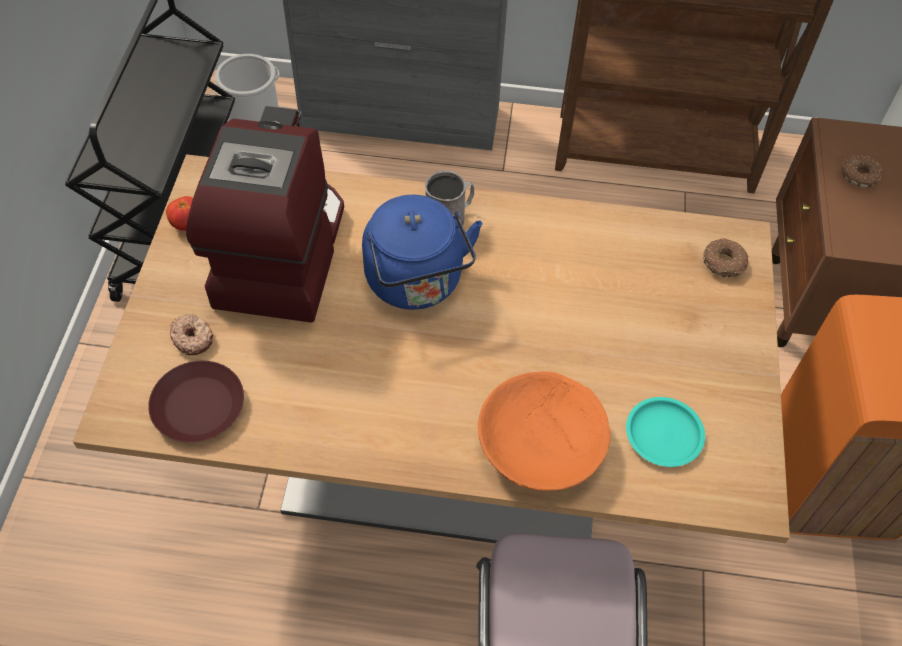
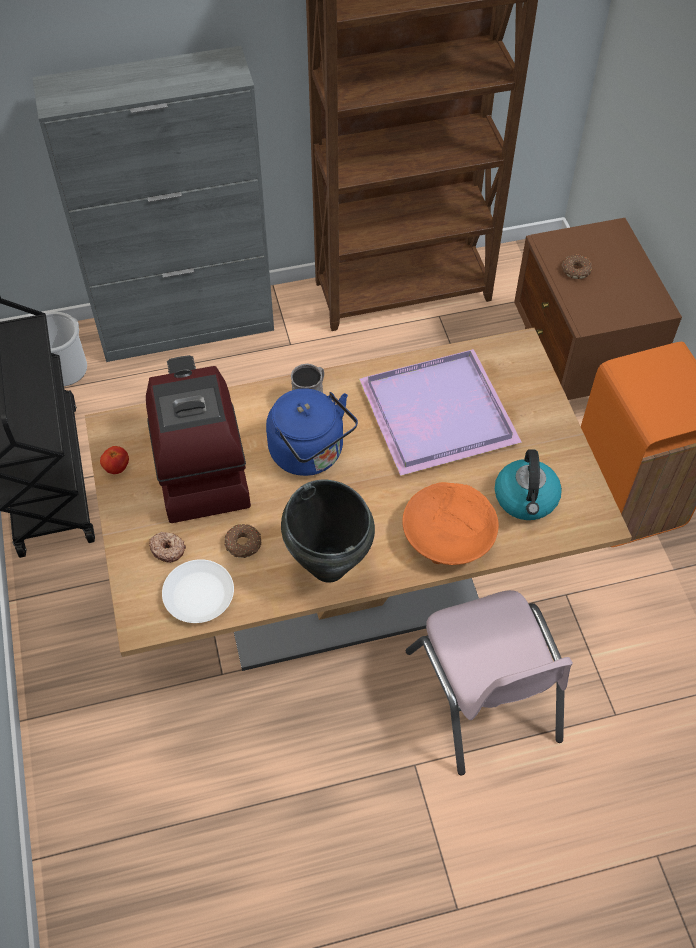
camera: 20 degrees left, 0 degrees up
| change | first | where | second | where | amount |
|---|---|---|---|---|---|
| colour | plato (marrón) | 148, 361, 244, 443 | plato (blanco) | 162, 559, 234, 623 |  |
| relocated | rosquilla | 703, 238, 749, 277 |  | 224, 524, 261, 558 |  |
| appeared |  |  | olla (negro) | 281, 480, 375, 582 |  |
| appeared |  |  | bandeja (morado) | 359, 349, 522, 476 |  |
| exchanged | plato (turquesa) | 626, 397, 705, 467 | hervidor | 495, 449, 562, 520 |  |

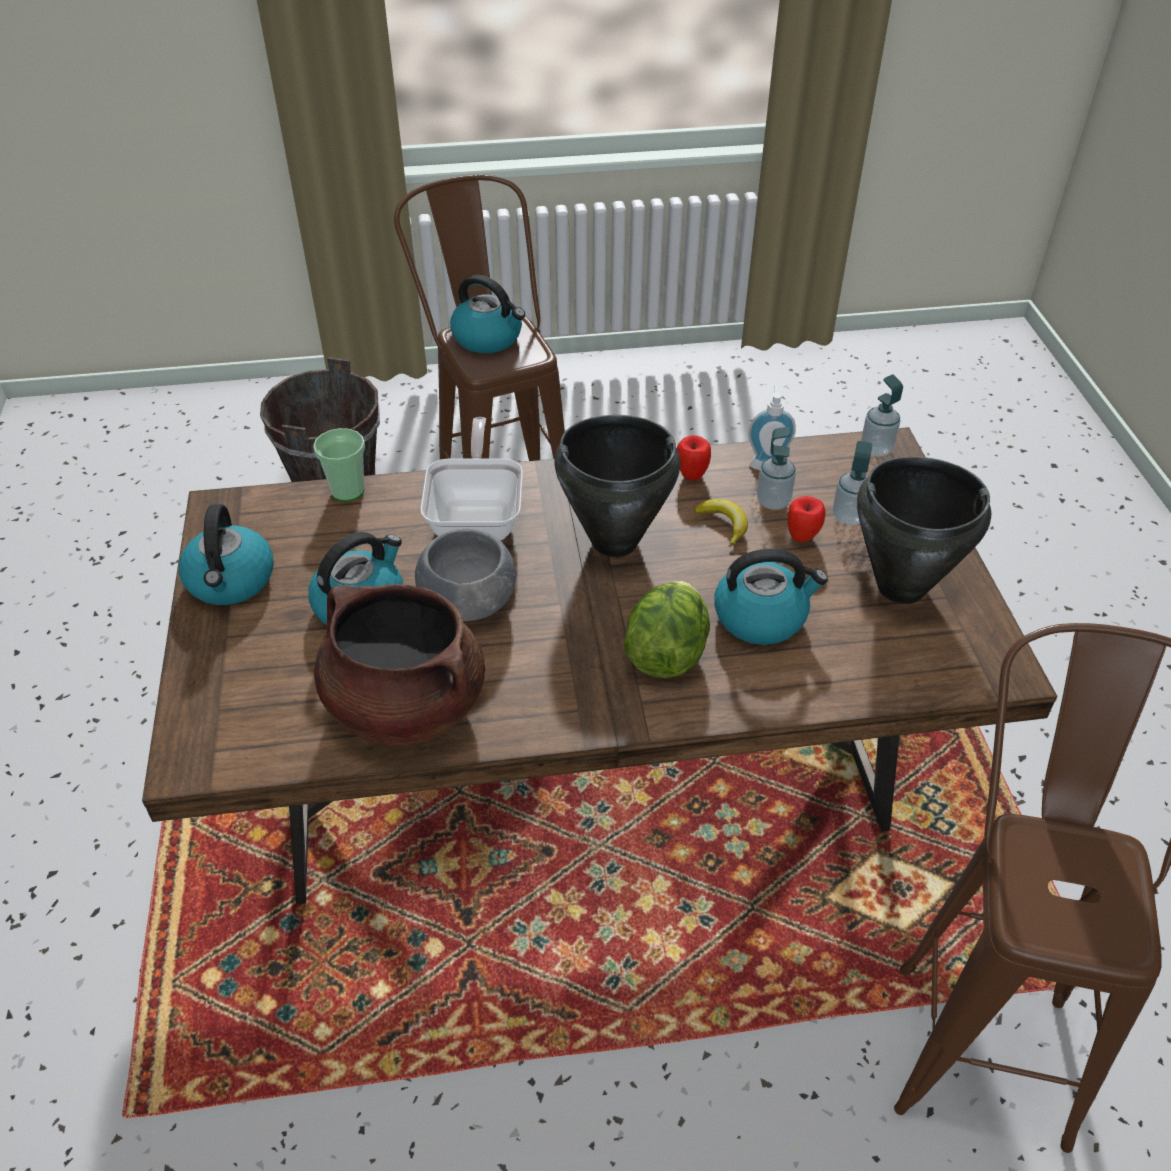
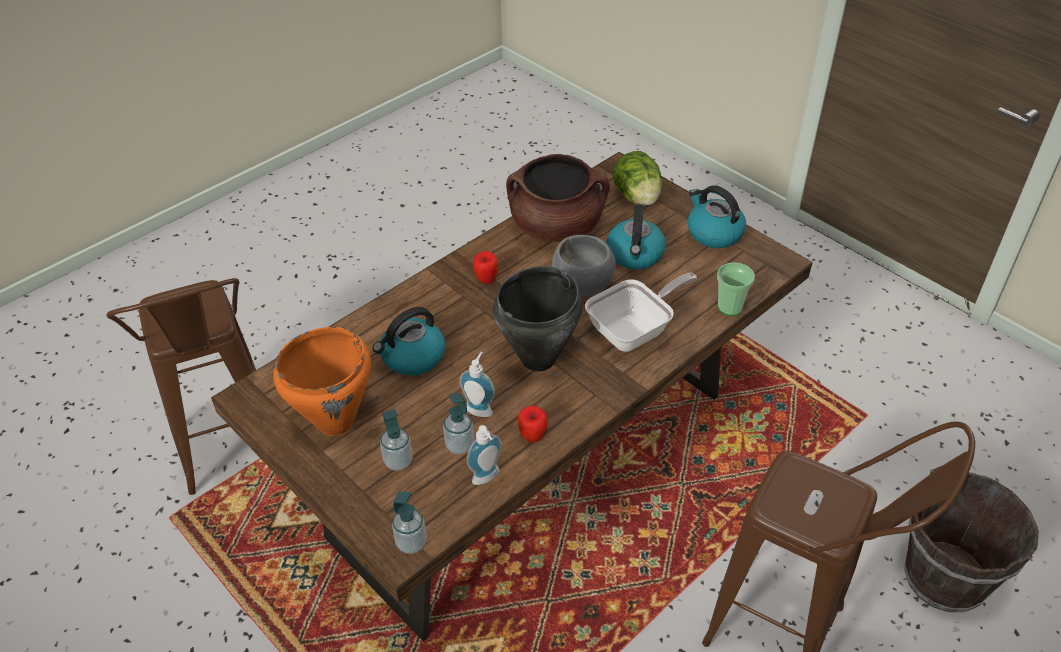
camera: 145 degrees right, 0 degrees up
| change | first | where | second | where | amount |
|---|---|---|---|---|---|
| colour | olla (negro) | 857, 457, 991, 604 | olla (naranja) | 273, 327, 371, 436 |  |
| exchanged | plátano | 694, 499, 748, 547 | dispensador de jabón | 459, 352, 495, 417 |  |
| relocated | manzana | 788, 496, 825, 542 |  | 473, 251, 498, 284 |  |
| spun | sartén | 420, 417, 523, 541 |  | 585, 273, 697, 352 | 90 degrees counterclockwise |
| relocated | lechuga | 623, 581, 710, 678 |  | 613, 151, 662, 205 |  |
| missing | hervidor | 450, 275, 525, 353 |  |  |  |

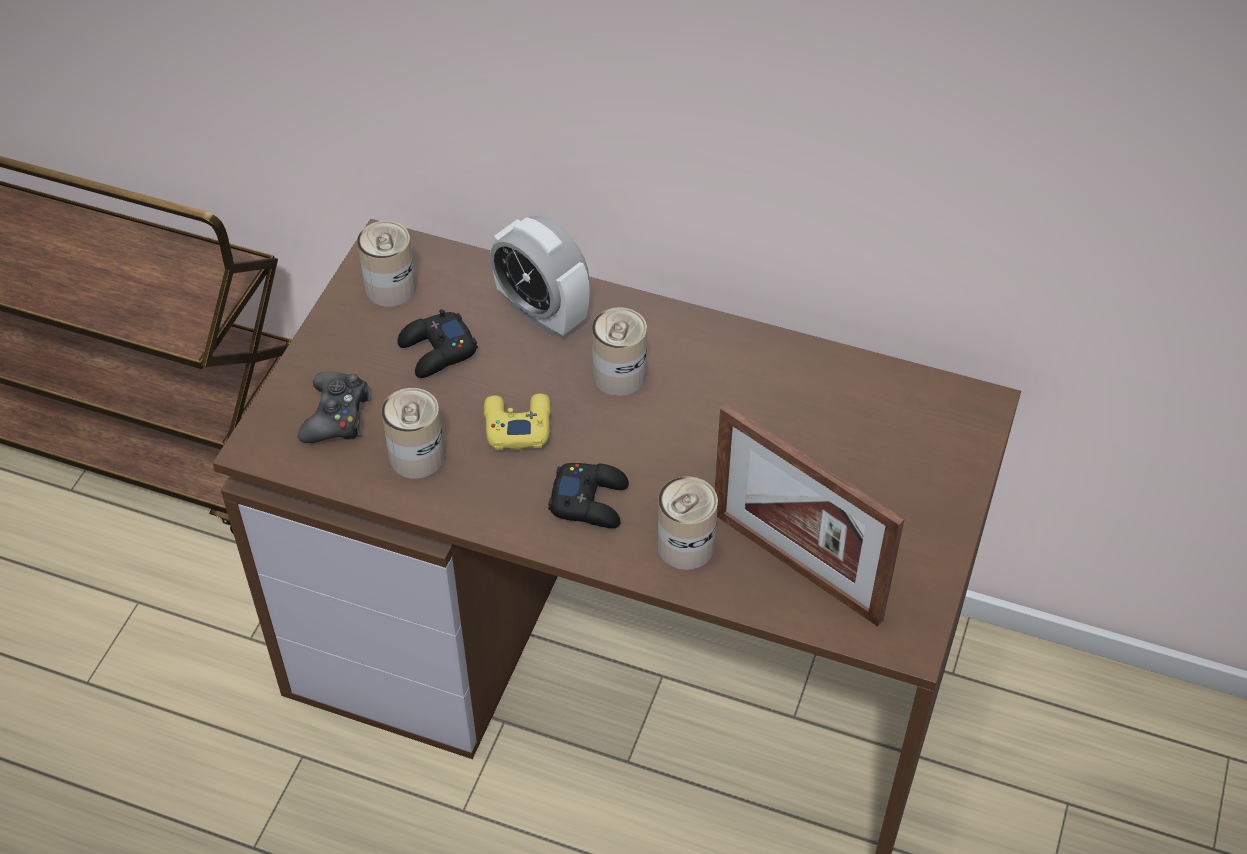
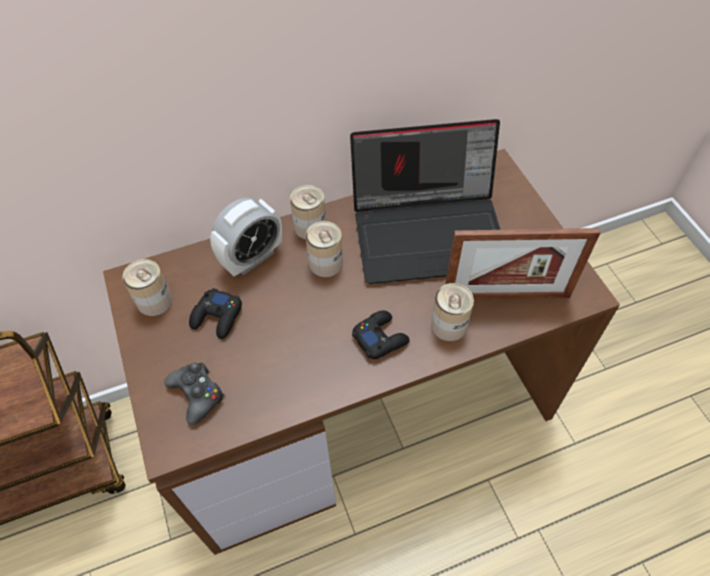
camera: 40 degrees left, 5 degrees up
| change | first | where | second | where | amount |
|---|---|---|---|---|---|
| spun | despertador | 490, 216, 590, 336 |  | 210, 198, 282, 277 | 45 degrees counterclockwise |
| relocated | lata | 381, 388, 445, 479 |  | 290, 185, 326, 239 |  |
| appeared |  |  | portátil | 350, 119, 501, 284 |  |
| missing | mando de consola (amarillo) | 484, 393, 551, 450 |  |  |  |

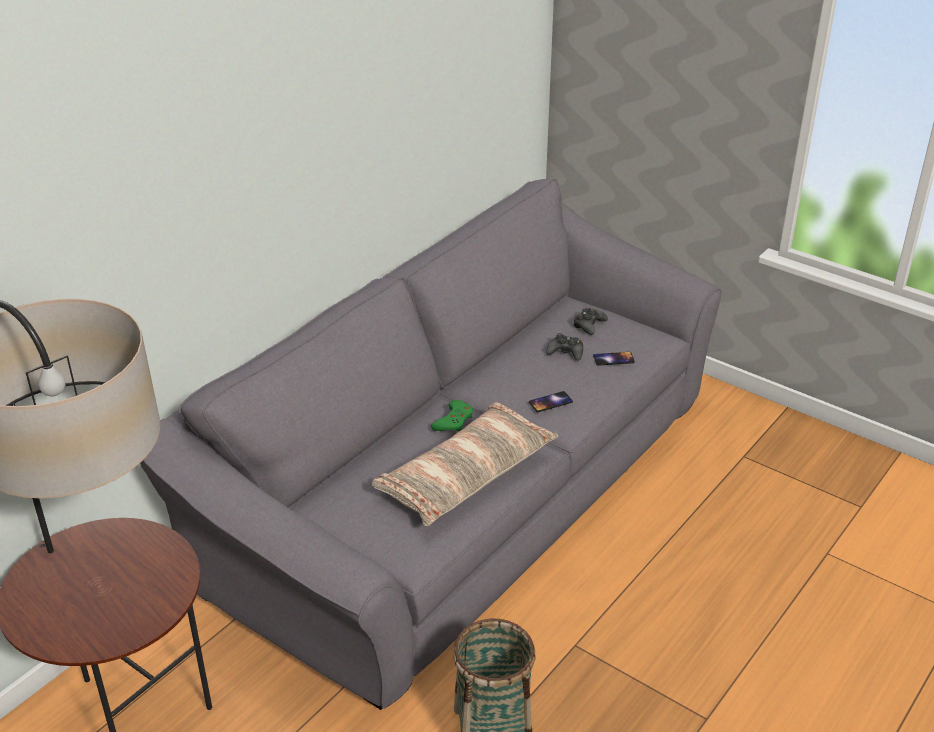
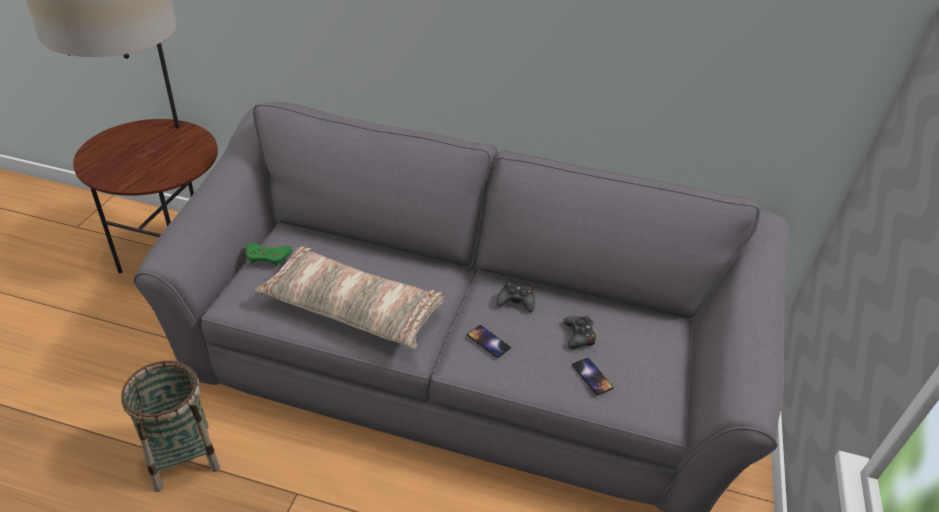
camera: 65 degrees right, 5 degrees up
| change | first | where | second | where | amount |
|---|---|---|---|---|---|
| relocated | mando de consola (verde) | 431, 400, 473, 431 |  | 246, 243, 292, 267 |  |
| relocated | mando de consola (negro) | 574, 308, 608, 335 |  | 496, 282, 535, 312 |  |

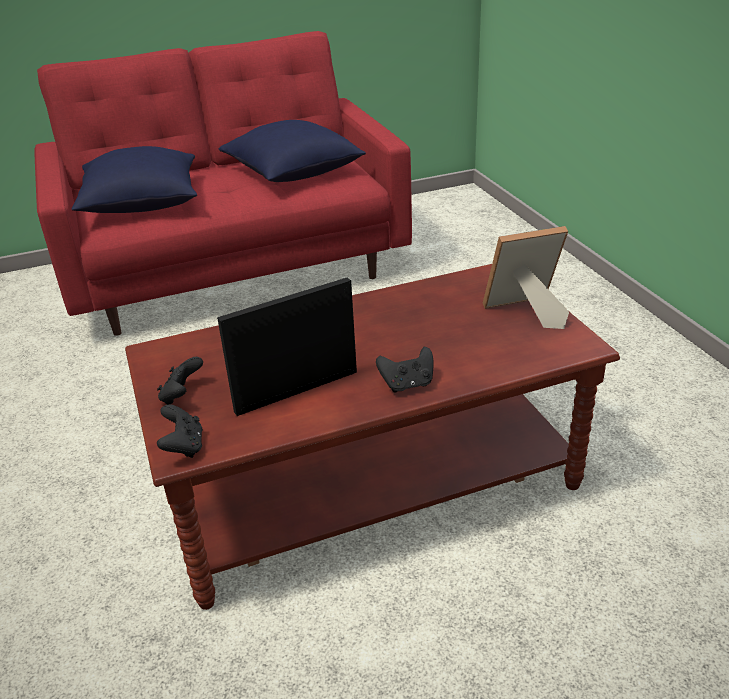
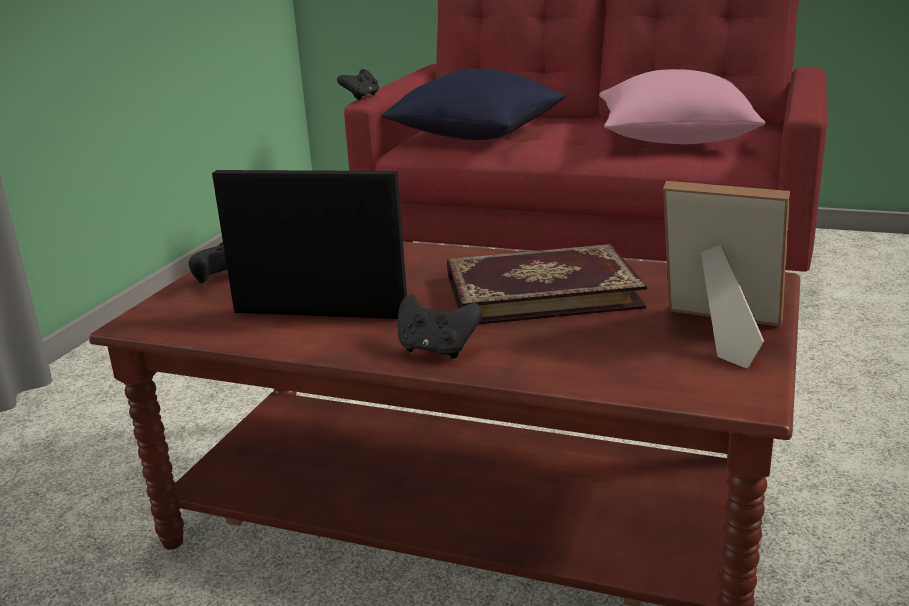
camera: 40 degrees right, 10 degrees down
| change | first | where | second | where | amount |
|---|---|---|---|---|---|
| relocated | mando de consola (negro) | 157, 405, 203, 458 |  | 337, 69, 379, 100 |  |
| appeared |  |  | libro | 447, 244, 647, 325 |  |
| colour | cojín (azul) | 219, 120, 366, 182 | cojín (rosa) | 599, 69, 766, 144 |  |

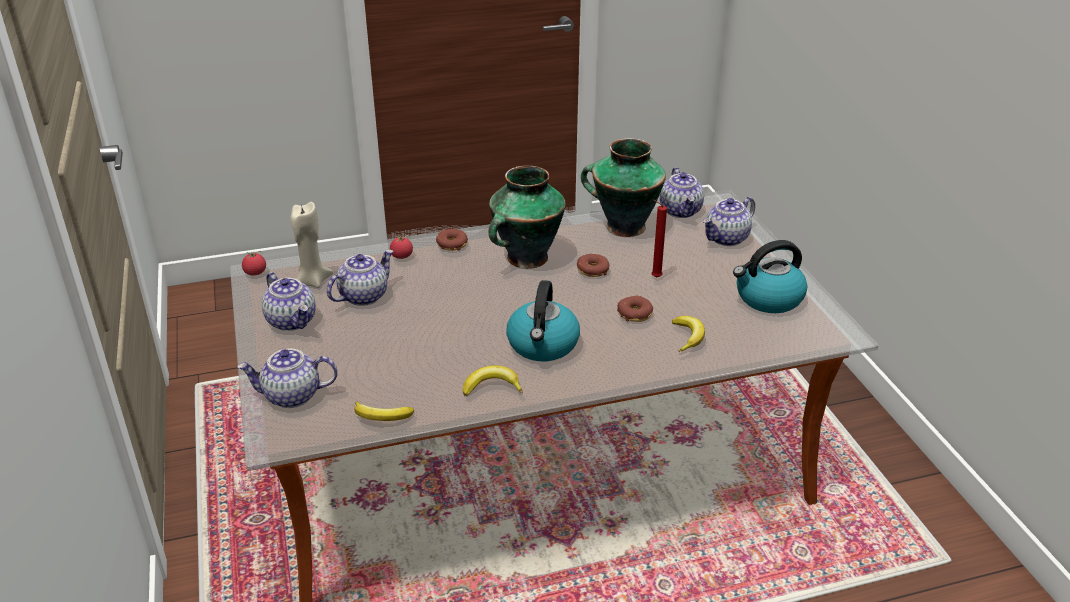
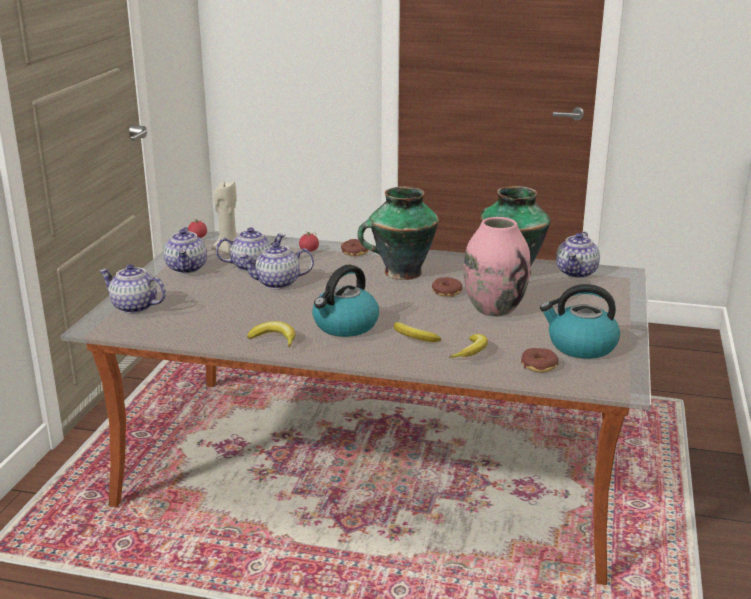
camera: 30 degrees right, 10 degrees down
| change | first | where | second | where | amount |
|---|---|---|---|---|---|
| relocated | tetera | 703, 197, 755, 246 |  | 239, 242, 314, 289 |  |
| relocated | plátano | 354, 401, 414, 421 |  | 394, 322, 441, 342 |  |
| exchanged | vela (rojo) | 651, 200, 667, 278 | florero (rosa) | 464, 217, 530, 316 |  |
| relocated | rosquilla | 617, 296, 653, 322 |  | 521, 348, 559, 372 |  |

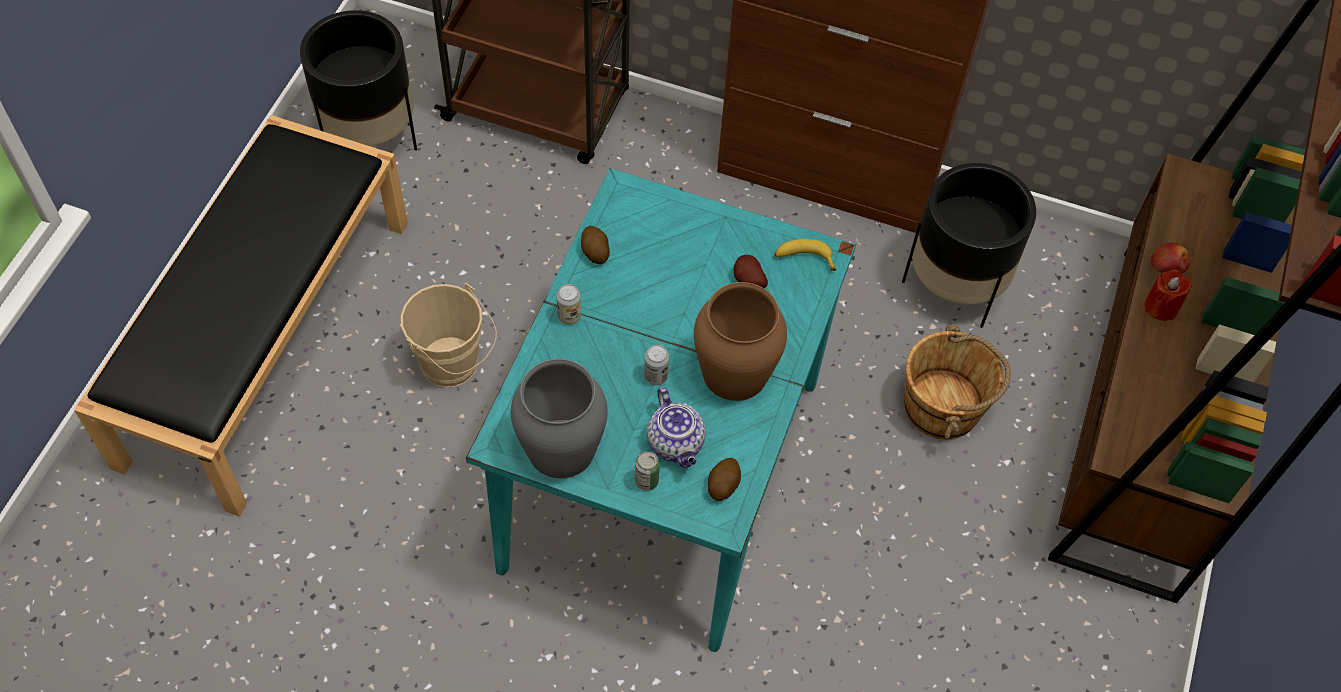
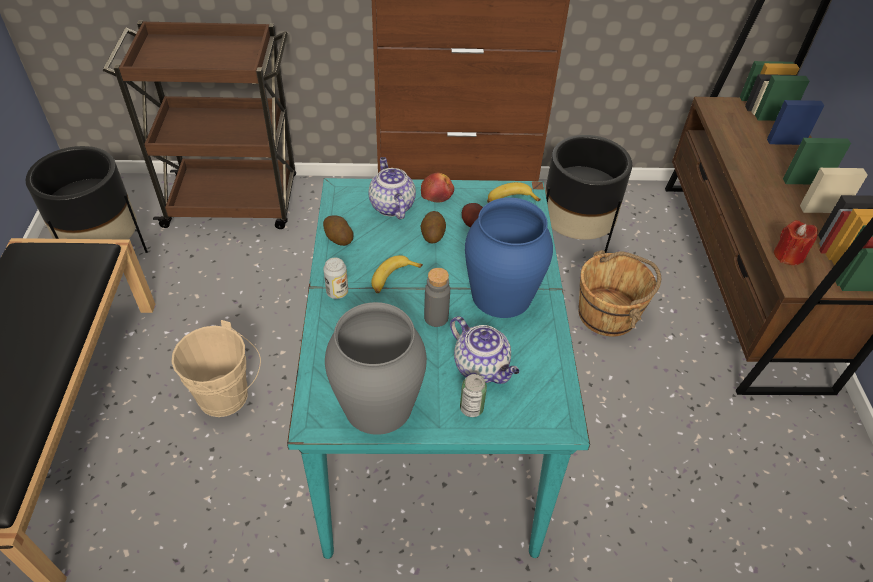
camera: 20 degrees left, 10 degrees down
| change | first | where | second | where | amount |
|---|---|---|---|---|---|
| appeared |  |  | tetera | 368, 157, 416, 220 |  |
| appeared |  |  | plátano | 371, 255, 423, 293 |  |
| relocated | patata | 708, 458, 741, 501 |  | 420, 211, 446, 243 |  |
| relocated | manzana | 1151, 243, 1190, 274 |  | 421, 173, 454, 202 |  |
| exchanged | lata | 644, 345, 669, 385 | botella (gris) | 424, 268, 450, 327 |  |
| colour | florero (marrón) | 694, 282, 787, 401 | florero (azul) | 465, 198, 553, 318 |  |
| relocated | vela (rojo) | 1144, 269, 1192, 321 |  | 774, 220, 818, 265 |  |

